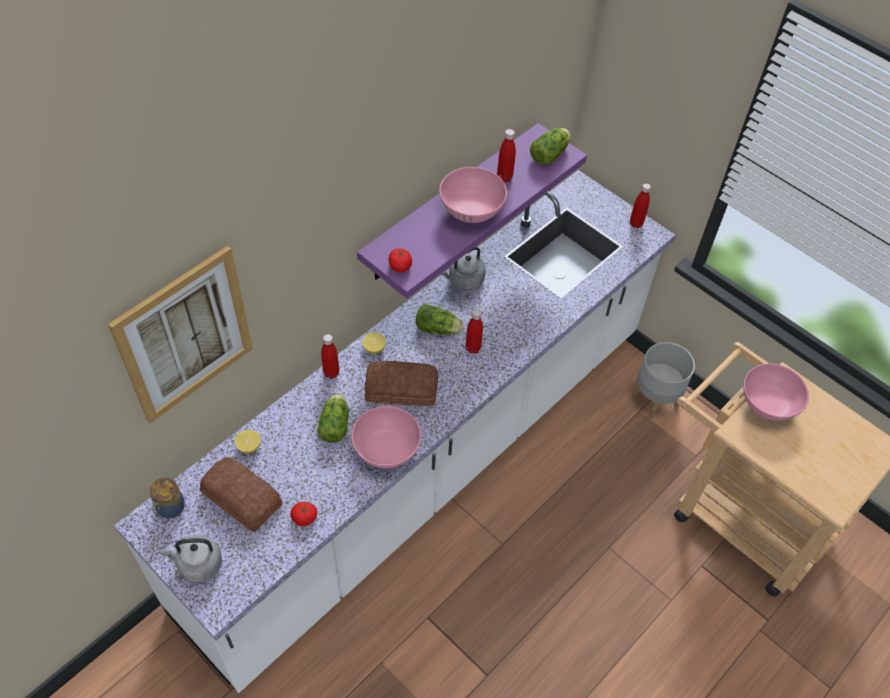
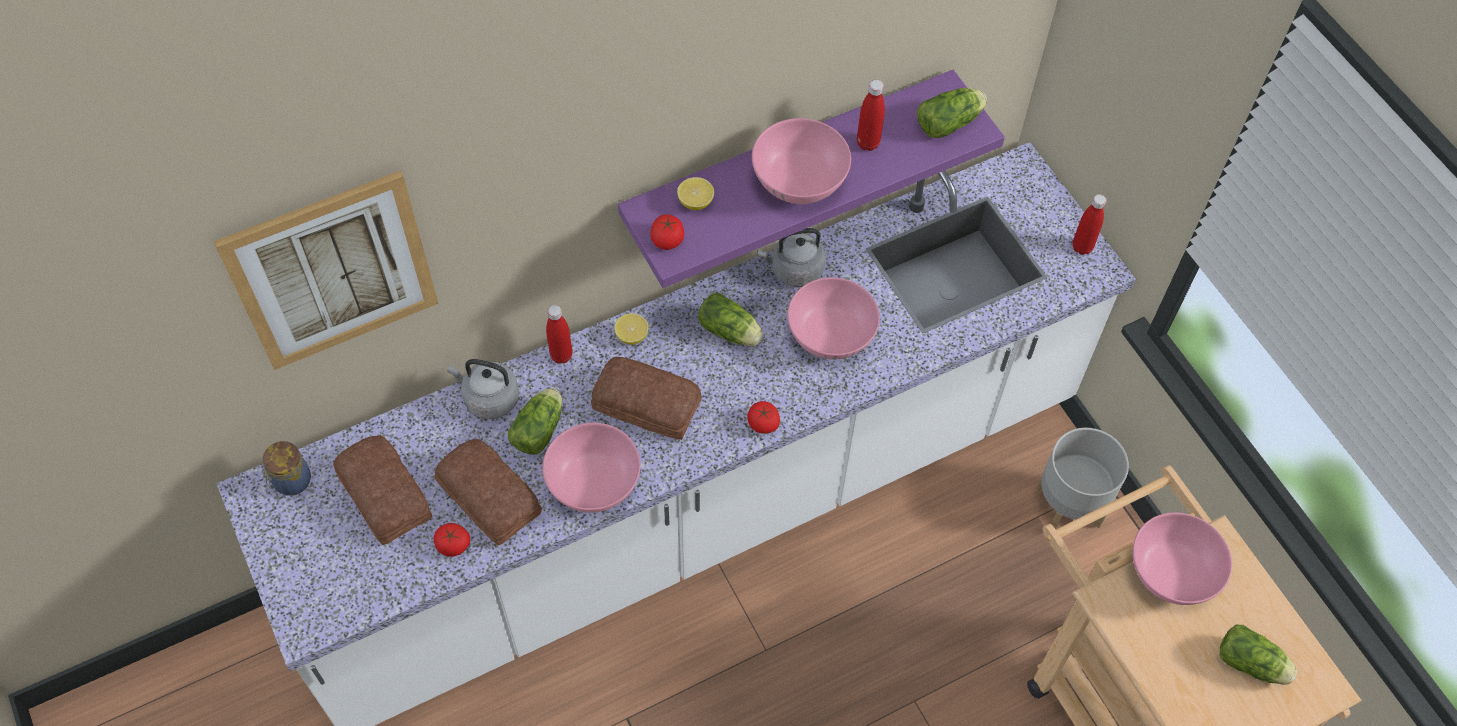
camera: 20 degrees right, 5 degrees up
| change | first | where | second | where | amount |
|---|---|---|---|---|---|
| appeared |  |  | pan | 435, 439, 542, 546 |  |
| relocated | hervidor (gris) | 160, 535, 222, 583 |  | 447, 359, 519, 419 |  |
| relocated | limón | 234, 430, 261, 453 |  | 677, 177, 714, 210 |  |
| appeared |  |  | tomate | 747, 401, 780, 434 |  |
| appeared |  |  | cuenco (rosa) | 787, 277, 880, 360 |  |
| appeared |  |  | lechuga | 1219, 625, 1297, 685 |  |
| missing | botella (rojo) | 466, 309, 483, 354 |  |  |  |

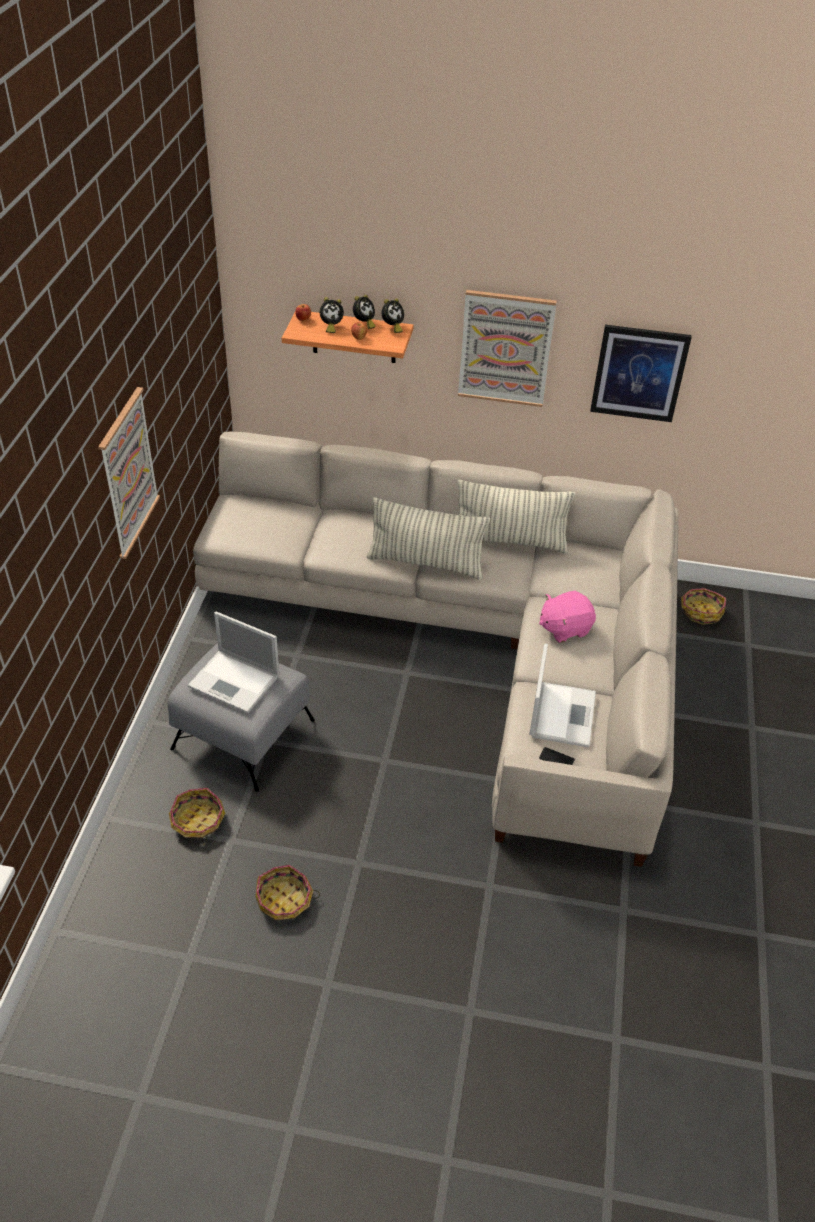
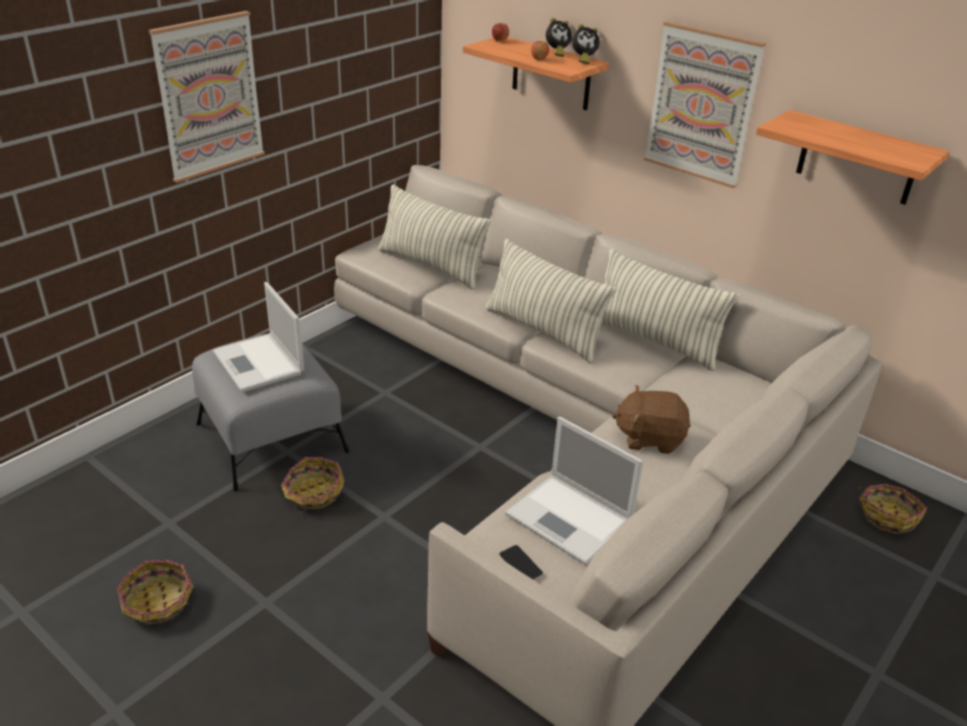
camera: 30 degrees right, 10 degrees down
| change | first | where | second | where | amount |
|---|---|---|---|---|---|
| relocated | cesta | 169, 788, 226, 846 |  | 281, 457, 345, 514 |  |
| appeared |  |  | cojín | 378, 184, 491, 290 |  |
| spun | portátil | 529, 644, 596, 747 |  | 505, 417, 643, 565 | 90 degrees clockwise |
| colour | peluche (rosa) | 539, 591, 596, 643 | peluche (marrón) | 612, 385, 691, 454 |  |
| exchanged | cuadro | 590, 325, 692, 422 | estante | 756, 110, 950, 205 |  |
| missing | despertador | 320, 297, 344, 333 |  |  |  |

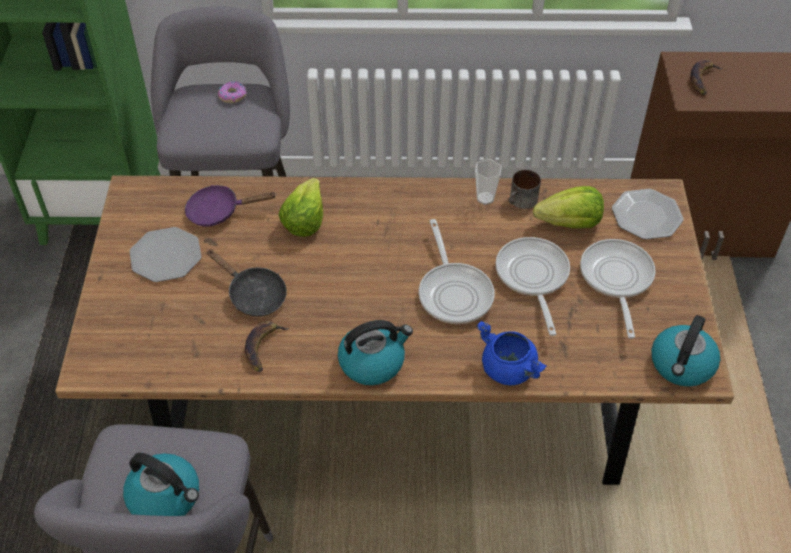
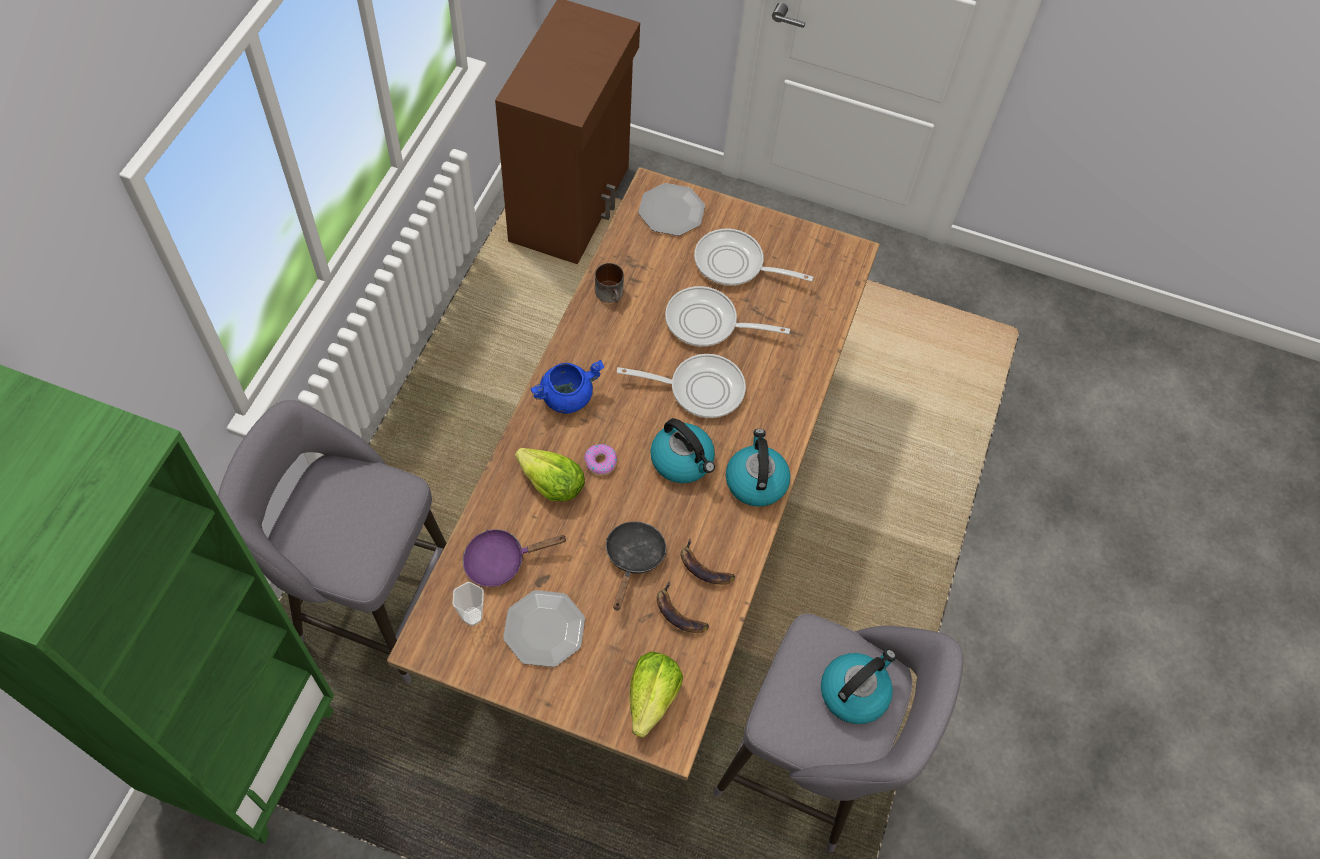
camera: 75 degrees left, 10 degrees up
| change | first | where | second | where | amount |
|---|---|---|---|---|---|
| relocated | taza | 475, 159, 502, 205 |  | 453, 582, 484, 626 |  |
| spun | sartén (morado) | 185, 185, 277, 227 |  | 463, 529, 567, 587 | 60 degrees clockwise |
| relocated | olla (azul) | 476, 321, 547, 385 |  | 530, 360, 604, 414 |  |
| relocated | rosquilla | 218, 81, 247, 103 |  | 584, 444, 617, 476 |  |
| spun | sartén (negro) | 206, 249, 287, 316 |  | 606, 521, 667, 611 | 45 degrees counterclockwise |
| relocated | lechuga | 533, 186, 604, 229 |  | 630, 652, 683, 738 |  |
| relocated | hervidor | 651, 315, 720, 387 |  | 650, 418, 715, 483 |  |
| relocated | plátano | 691, 59, 723, 95 |  | 657, 581, 709, 633 |  |

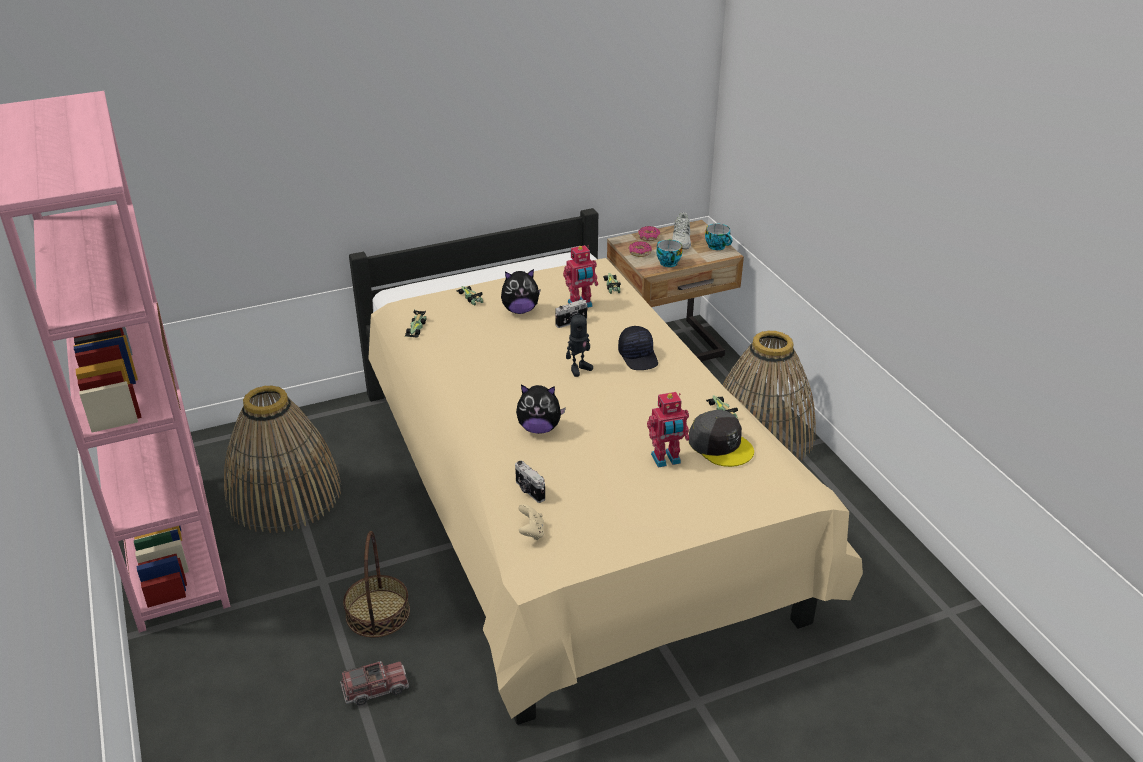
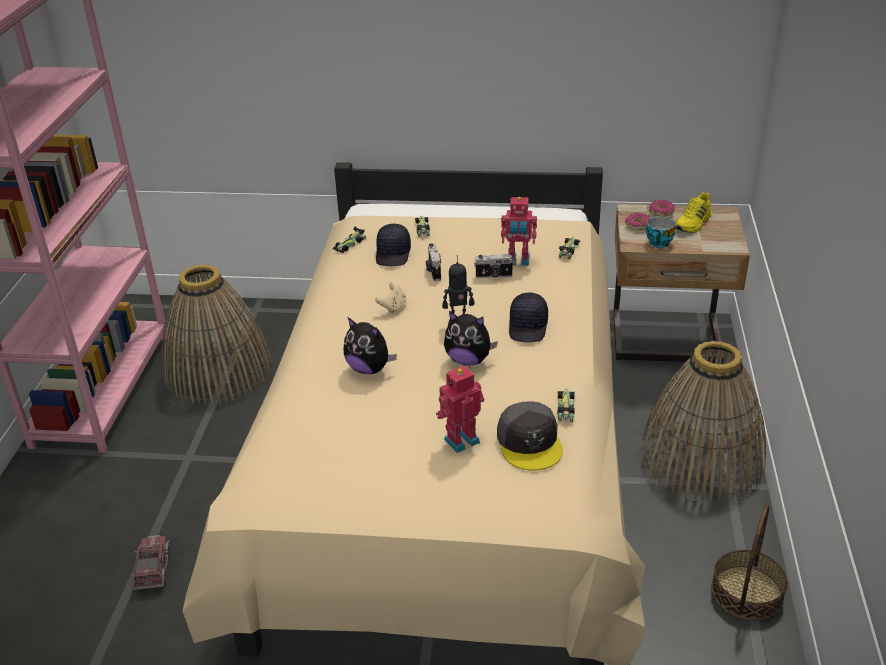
camera: 30 degrees right, 0 degrees up
| change | first | where | second | where | amount |
|---|---|---|---|---|---|
| spun | camión de juguete | 340, 661, 409, 706 |  | 133, 535, 170, 590 | 105 degrees counterclockwise |
| relocated | mando de consola (beis) | 518, 504, 544, 540 |  | 375, 282, 406, 314 |  |
| appeared |  |  | gorra (negro) | 376, 224, 411, 266 |  |
| relocated | cámara | 515, 461, 545, 503 |  | 426, 243, 441, 281 |  |
| spun | robot de juguete | 647, 392, 689, 468 |  | 436, 365, 484, 453 | 135 degrees clockwise |
| relocated | peluche | 501, 269, 541, 314 |  | 444, 311, 498, 366 |  |
| colour | zapato (blanco) | 672, 212, 691, 249 | zapato (amarillo) | 676, 192, 712, 233 |  |
| relocated | cesta | 343, 531, 410, 638 |  | 711, 504, 788, 621 |  |
| missing | taza | 705, 223, 732, 250 |  |  |  |

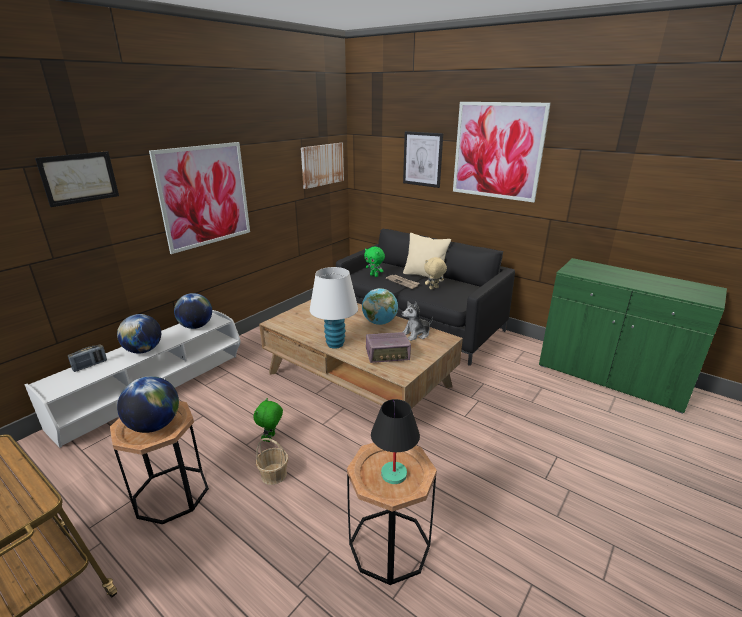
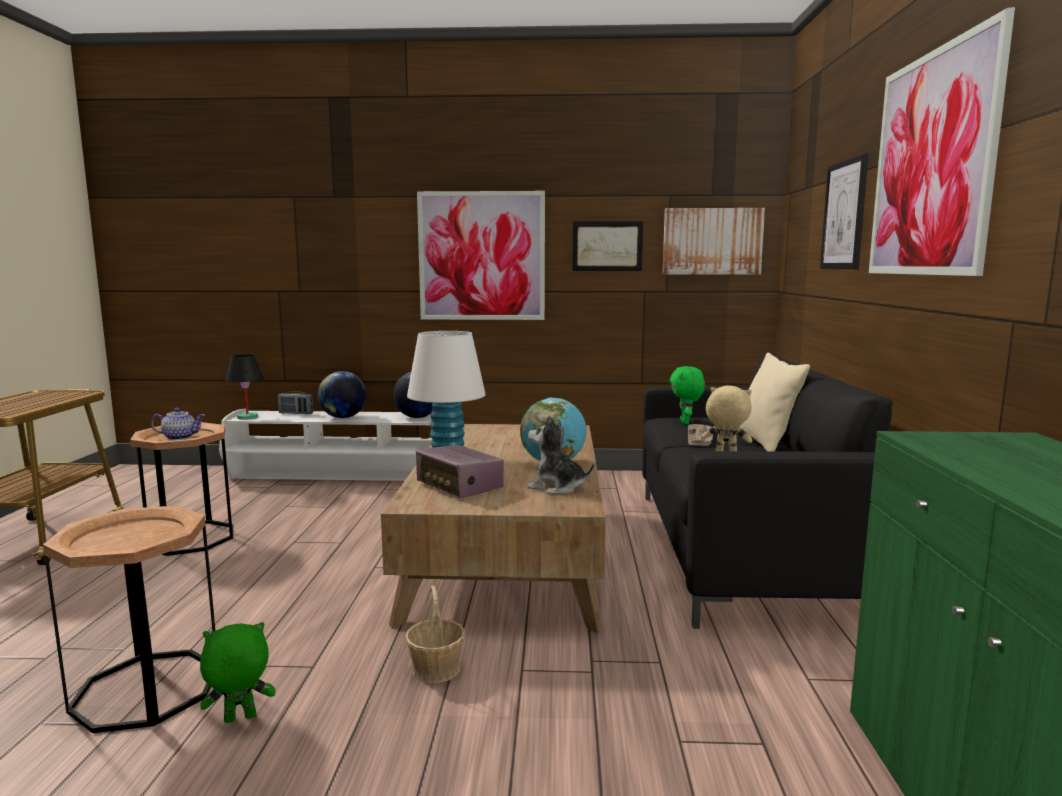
camera: 55 degrees right, 15 degrees down
| change | first | where | second | where | amount |
|---|---|---|---|---|---|
| exchanged | globo terráqueo | 117, 376, 179, 433 | tetera | 151, 408, 205, 440 |  |
| relocated | peluche (verde) | 254, 398, 283, 442 |  | 200, 622, 275, 723 |  |
| relocated | lámpara de mesa (negro) | 371, 399, 420, 484 |  | 225, 354, 264, 420 |  |
| relocated | cesta | 256, 438, 288, 485 |  | 405, 585, 465, 683 |  |
| relocated | cuadro | 35, 151, 119, 207 |  | 572, 221, 643, 271 |  |

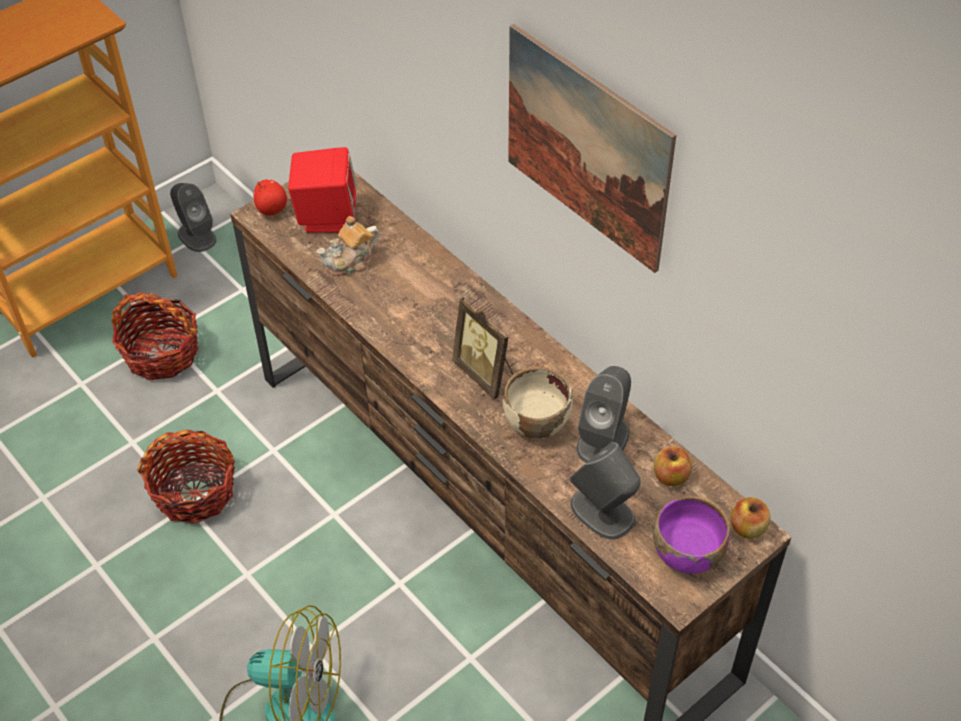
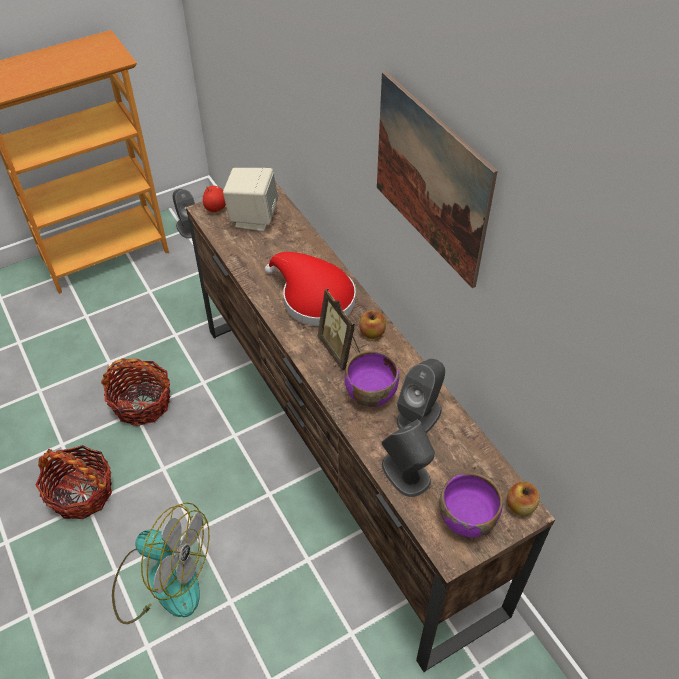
camera: 10 degrees right, 0 degrees up
| change | first | where | second | where | amount |
|---|---|---|---|---|---|
| relocated | cesta | 112, 292, 198, 381 |  | 36, 445, 112, 519 |  |
| colour | altavoz (rojo) | 288, 147, 357, 233 | altavoz (beis) | 223, 168, 278, 232 |  |
| appeared |  |  | sombrero (rojo) | 265, 252, 356, 326 |  |
| colour | cuenco (beis) | 503, 367, 573, 439 | cuenco (morado) | 345, 351, 399, 407 |  |
| relocated | manzana | 654, 446, 692, 486 |  | 359, 311, 386, 339 |  |
| missing | tetera | 316, 216, 379, 276 |  |  |  |

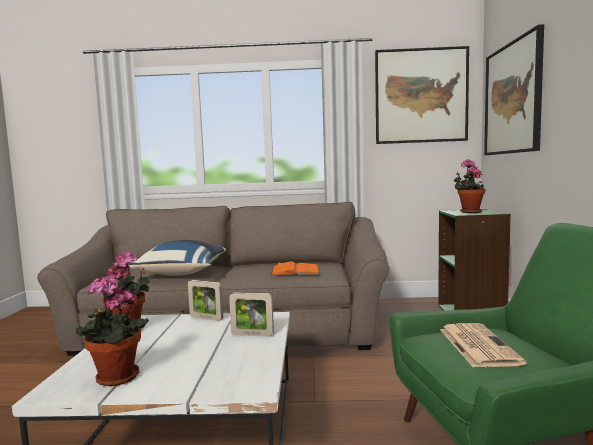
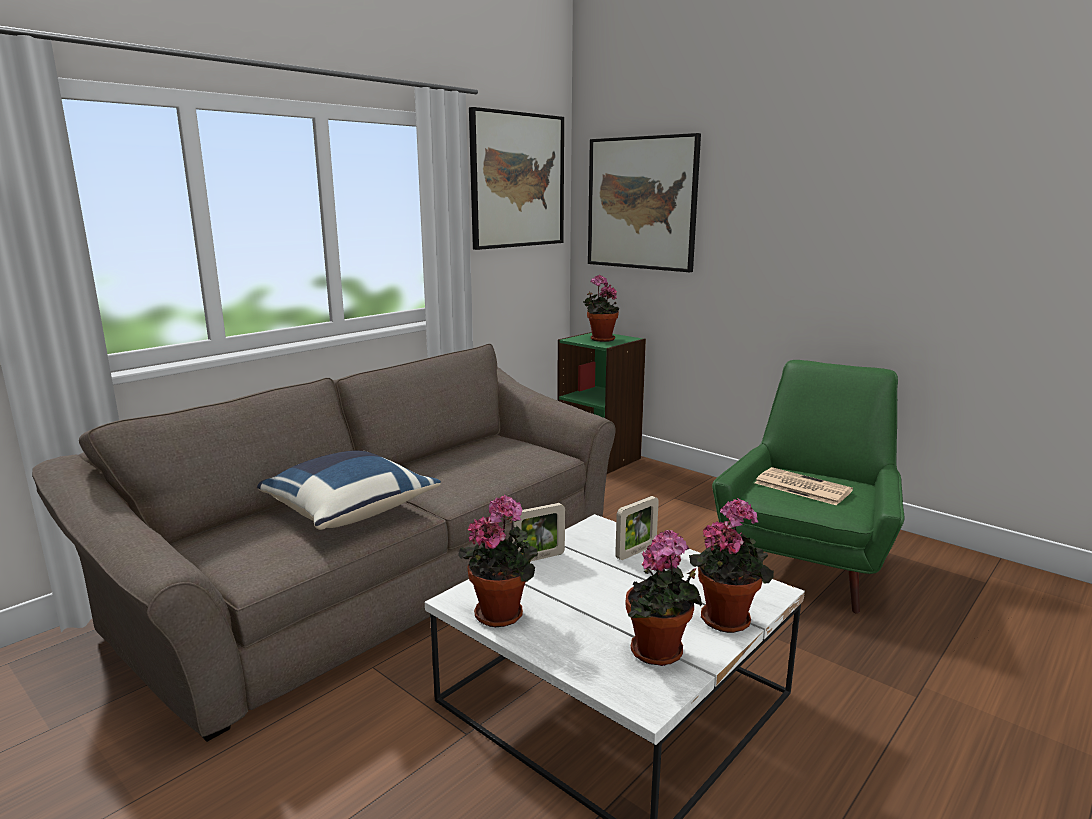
camera: 50 degrees left, 10 degrees up
| change | first | where | second | where | amount |
|---|---|---|---|---|---|
| appeared |  |  | planta en maceta | 689, 498, 774, 633 |  |
| missing | libro (naranja) | 271, 261, 320, 276 |  |  |  |

